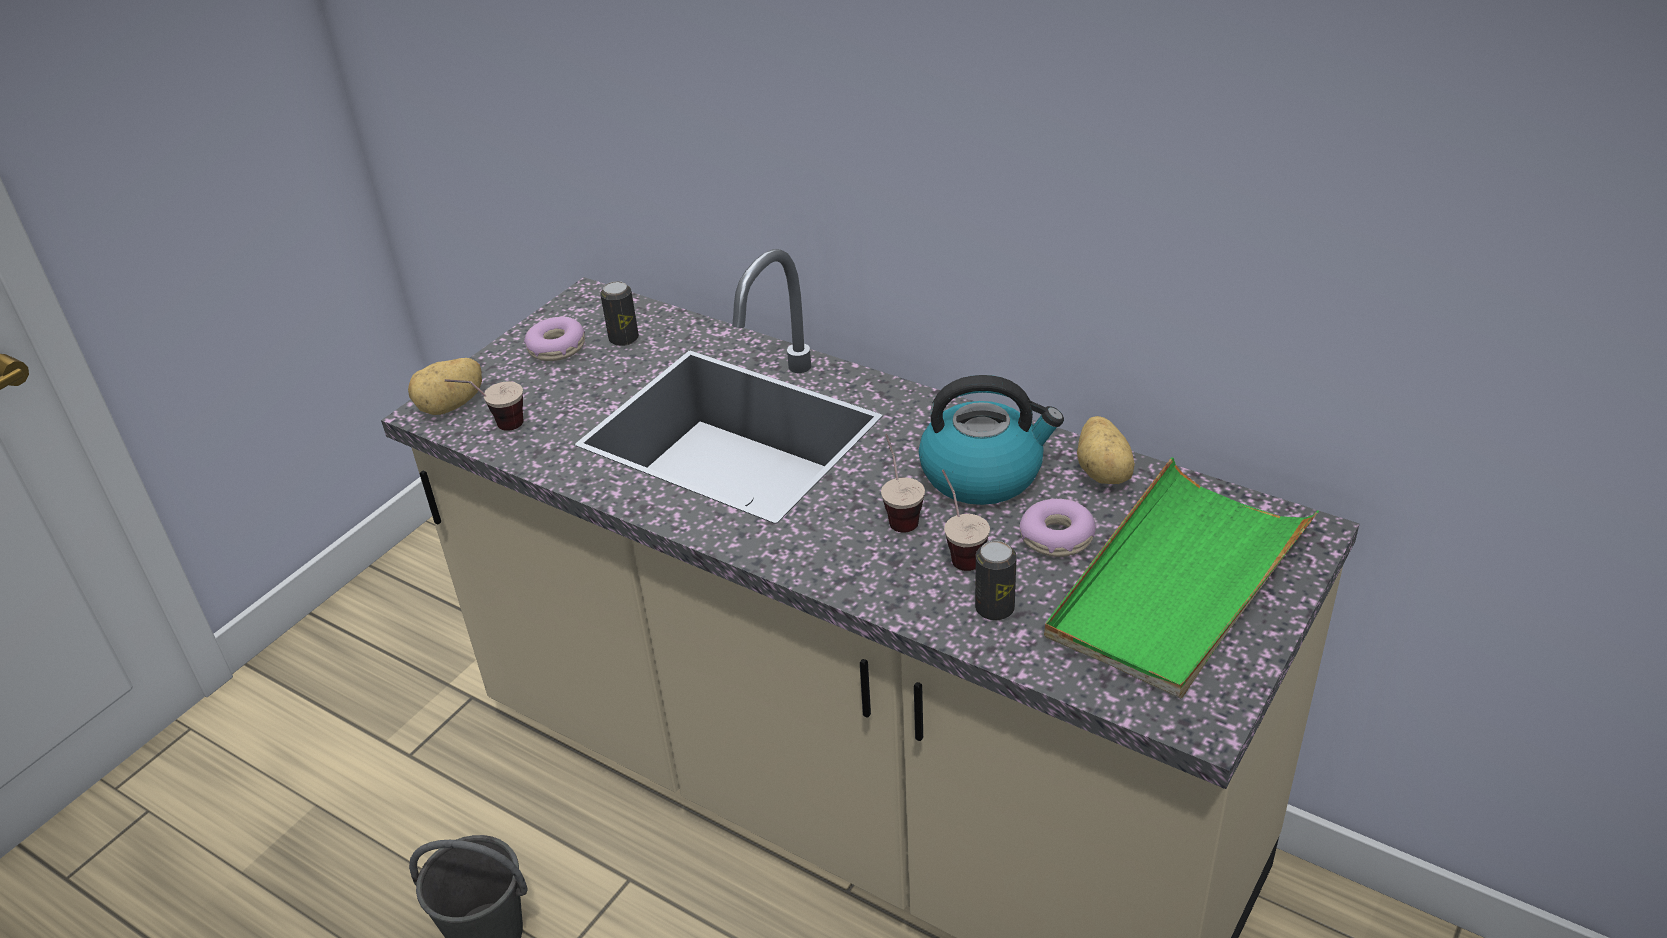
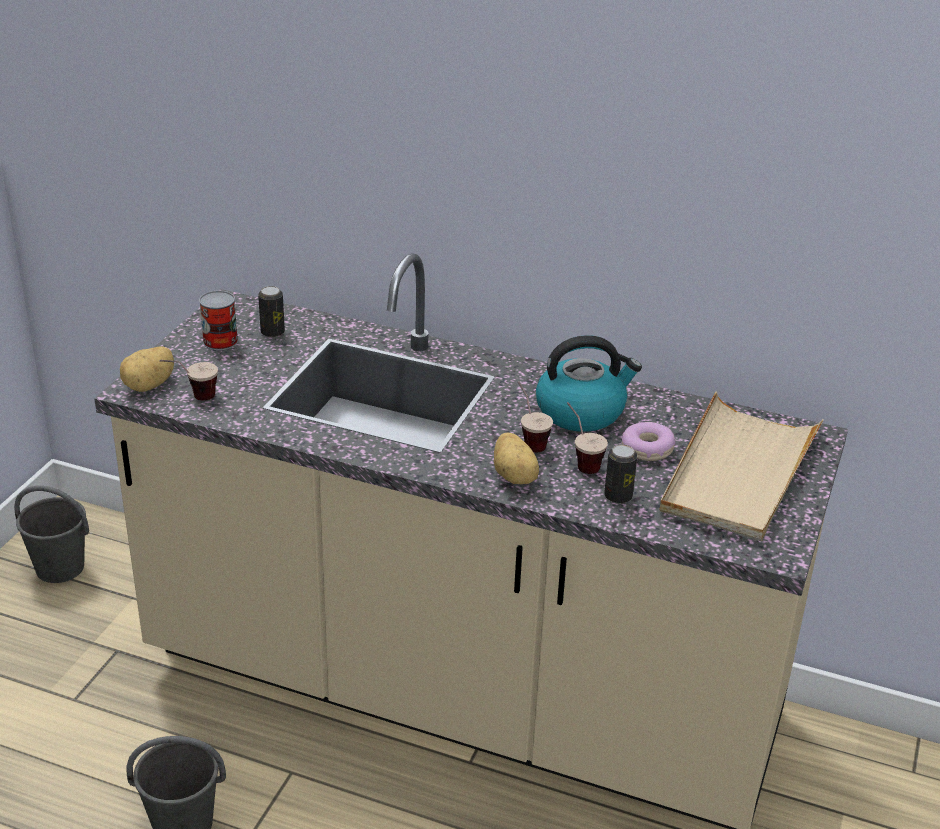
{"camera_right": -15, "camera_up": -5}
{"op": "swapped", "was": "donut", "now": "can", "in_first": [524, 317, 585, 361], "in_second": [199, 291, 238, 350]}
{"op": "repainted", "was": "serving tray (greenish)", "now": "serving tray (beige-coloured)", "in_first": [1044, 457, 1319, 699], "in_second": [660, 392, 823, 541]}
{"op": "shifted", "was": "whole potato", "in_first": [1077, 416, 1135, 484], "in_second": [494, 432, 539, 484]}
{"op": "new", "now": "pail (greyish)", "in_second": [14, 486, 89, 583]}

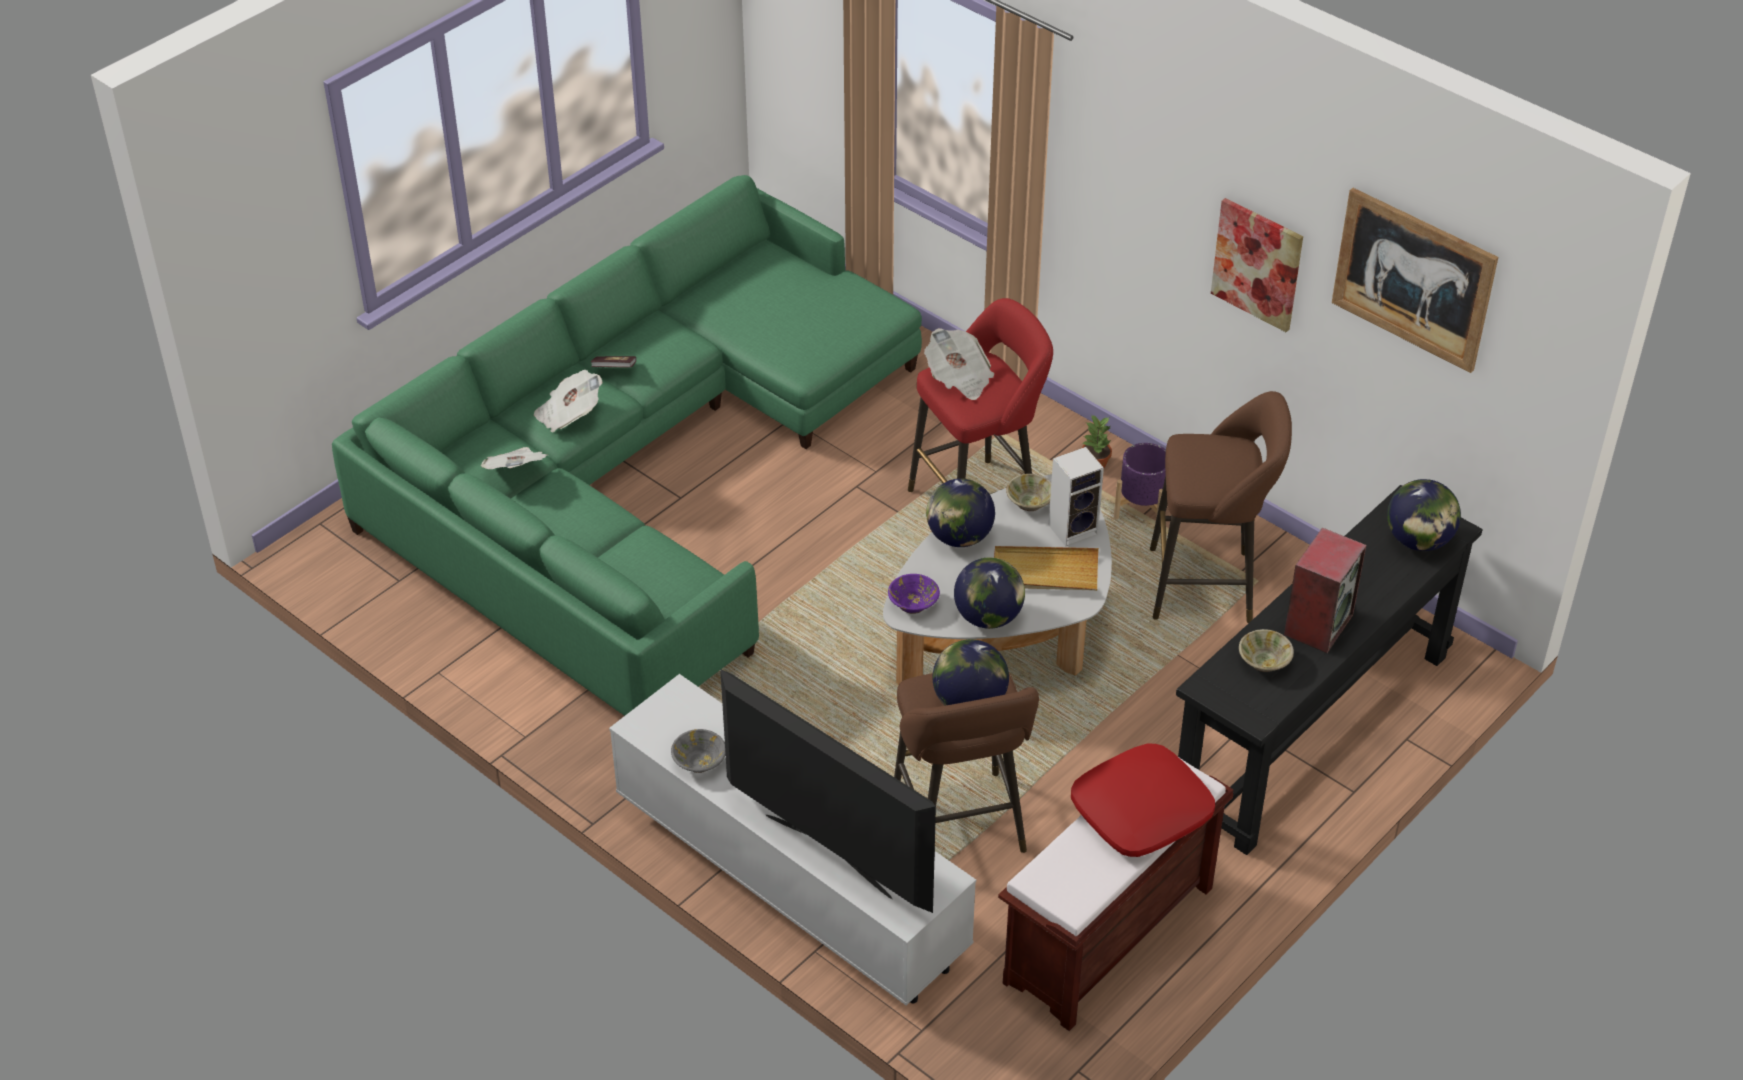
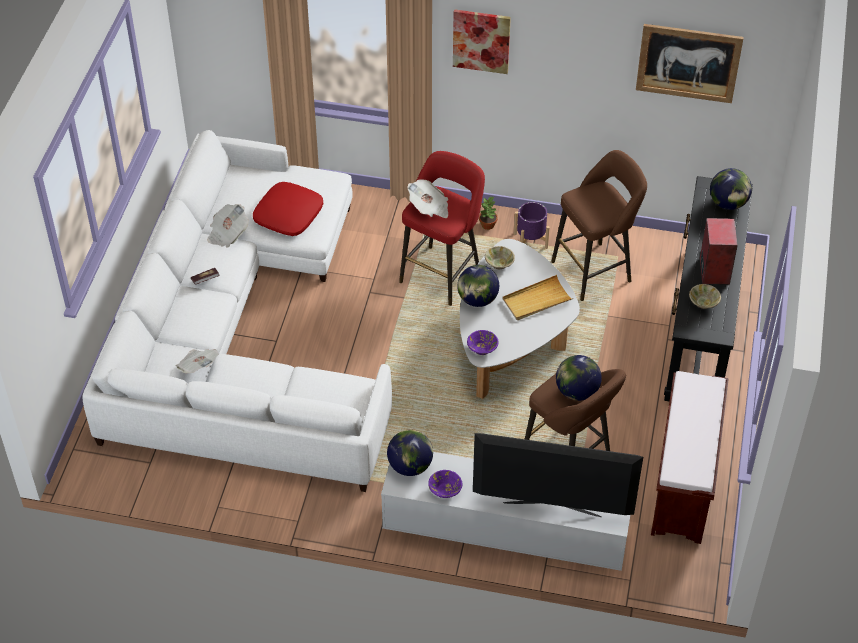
{"camera_right": -30, "camera_up": 5}
{"op": "repainted", "was": "sofa (greenish)", "now": "sofa (whitish)", "in_first": [332, 175, 922, 716], "in_second": [82, 130, 392, 492]}
{"op": "shifted", "was": "printed paper", "in_first": [534, 370, 603, 433], "in_second": [207, 204, 249, 248]}
{"op": "repainted", "was": "bowl (greyish)", "now": "bowl (purple)", "in_first": [671, 729, 726, 773], "in_second": [428, 470, 462, 498]}
{"op": "shifted", "was": "world globe", "in_first": [954, 557, 1025, 629], "in_second": [387, 430, 433, 476]}
{"op": "gone", "was": "audio speaker", "in_first": [1049, 447, 1104, 546]}
{"op": "shifted", "was": "pillow (reddish)", "in_first": [1071, 744, 1215, 857], "in_second": [253, 182, 323, 236]}
{"op": "shifted", "was": "picture", "in_first": [1211, 198, 1303, 332], "in_second": [453, 9, 511, 74]}

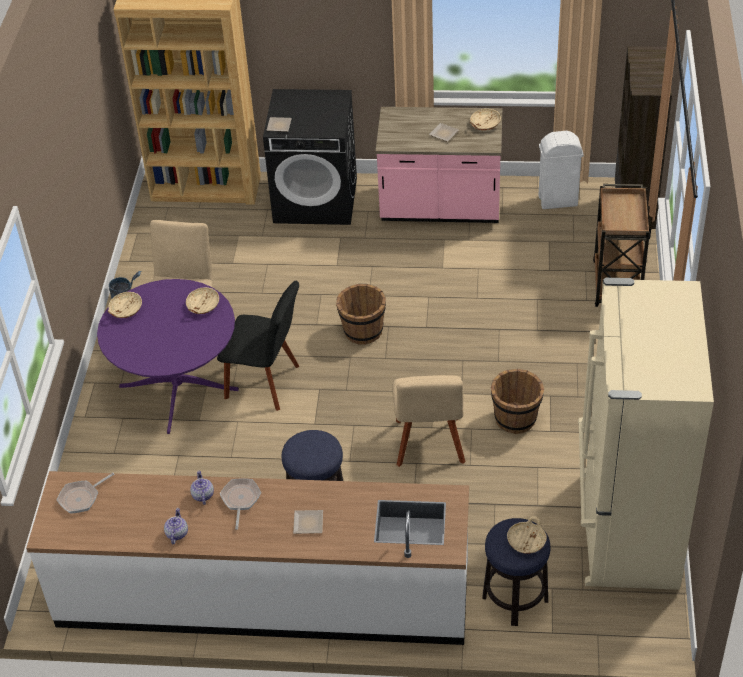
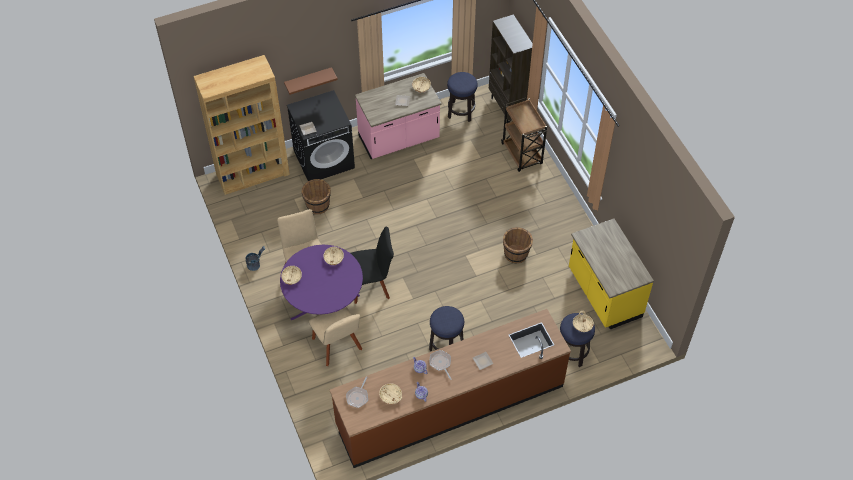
{"camera_right": -30, "camera_up": 10}
{"op": "repainted", "was": "counter (whitish)", "now": "counter (brown)", "in_first": [26, 471, 469, 645], "in_second": [330, 309, 571, 468]}
{"op": "shifted", "was": "pail (brown)", "in_first": [336, 284, 386, 345], "in_second": [302, 179, 331, 214]}
{"op": "shifted", "was": "upright chair (beige-coloured)", "in_first": [393, 375, 466, 467], "in_second": [309, 307, 362, 366]}
{"op": "swapped", "was": "waste bin (whitish)", "now": "stool", "in_first": [539, 131, 584, 209], "in_second": [447, 72, 477, 122]}
{"op": "swapped", "was": "fridge (beige-coloured)", "now": "counter (yellowish)", "in_first": [578, 278, 714, 590], "in_second": [569, 219, 654, 329]}
{"op": "new", "now": "bracket shelf (brown)", "in_second": [284, 67, 338, 95]}
{"op": "new", "now": "bowl (beige-coloured)", "in_second": [379, 383, 402, 404]}

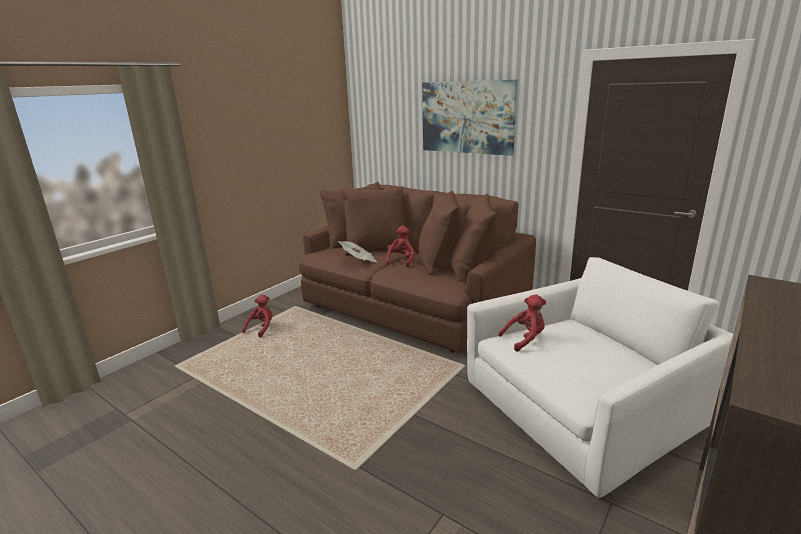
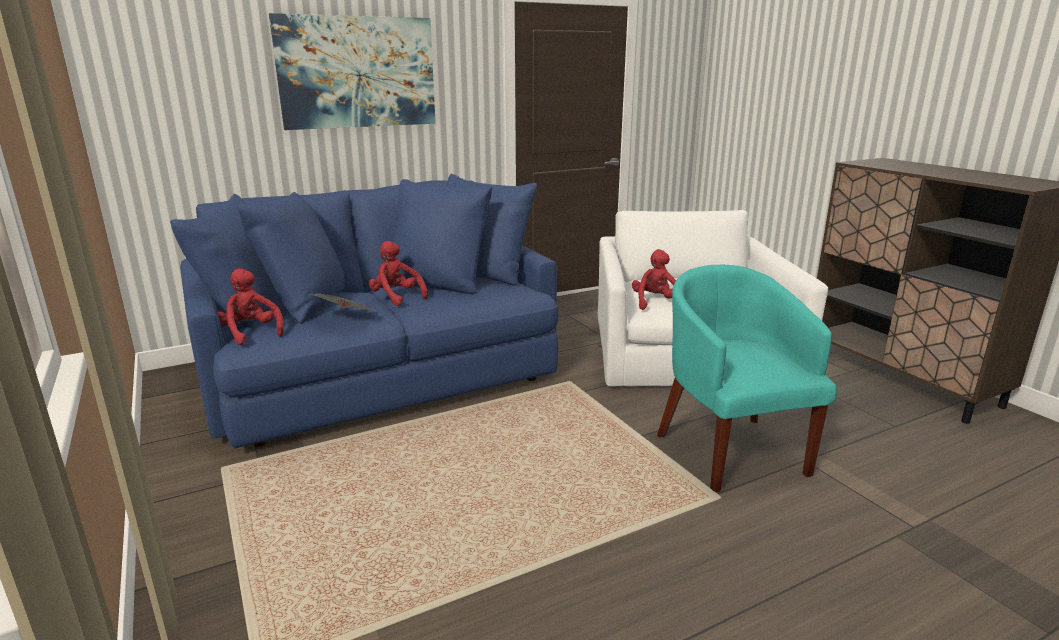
{"camera_right": -65, "camera_up": 0}
{"op": "shifted", "was": "cuddly toy (reddish)", "in_first": [242, 295, 273, 337], "in_second": [217, 268, 284, 345]}
{"op": "repainted", "was": "sofa (brown)", "now": "sofa (bluish)", "in_first": [299, 182, 536, 353], "in_second": [170, 174, 558, 448]}
{"op": "new", "now": "lounge chair (turquoise-coloured)", "in_second": [657, 265, 837, 492]}

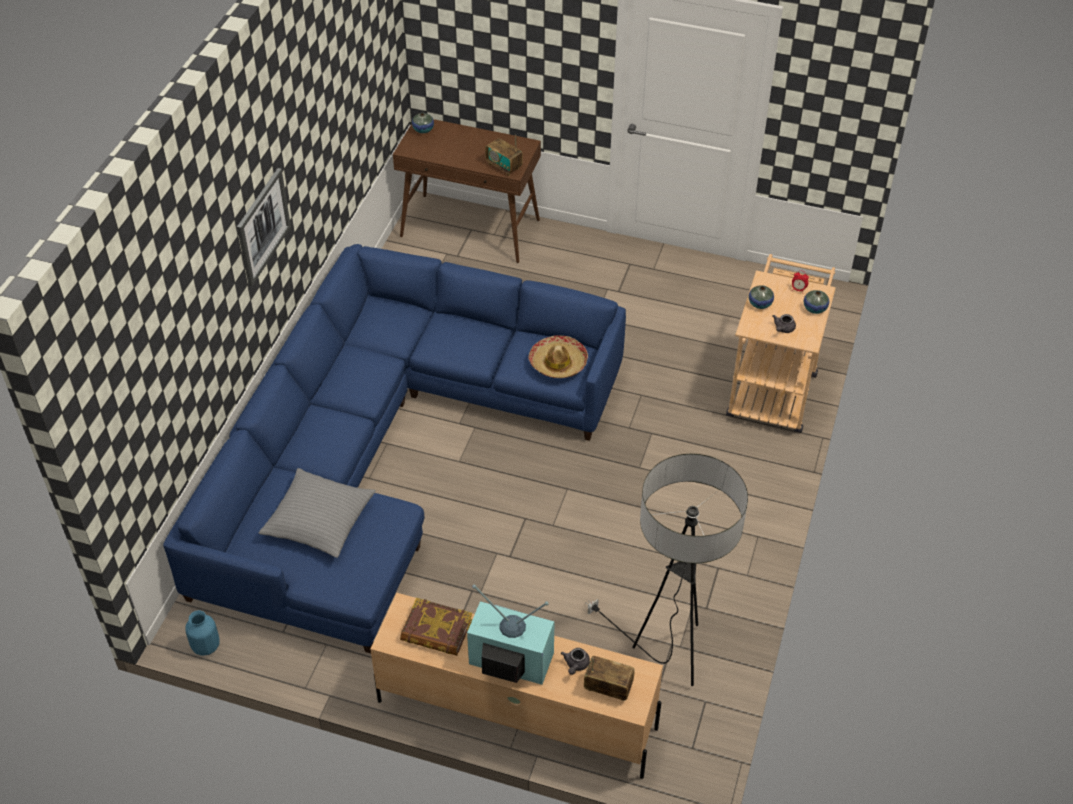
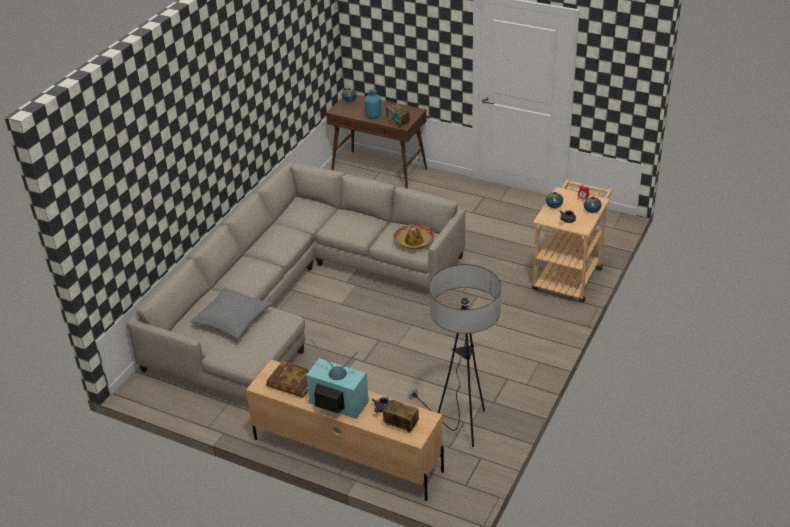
{"camera_right": 10, "camera_up": -10}
{"op": "repainted", "was": "sofa (bluish)", "now": "sofa (beige-coloured)", "in_first": [163, 244, 626, 653], "in_second": [126, 162, 465, 402]}
{"op": "shifted", "was": "flower vase (bluish)", "in_first": [186, 610, 219, 656], "in_second": [365, 89, 381, 119]}
{"op": "gone", "was": "picture", "in_first": [237, 168, 291, 286]}

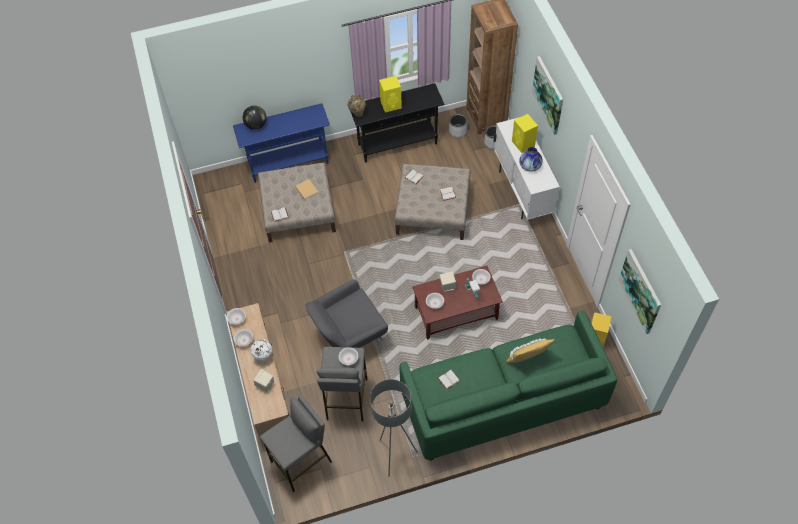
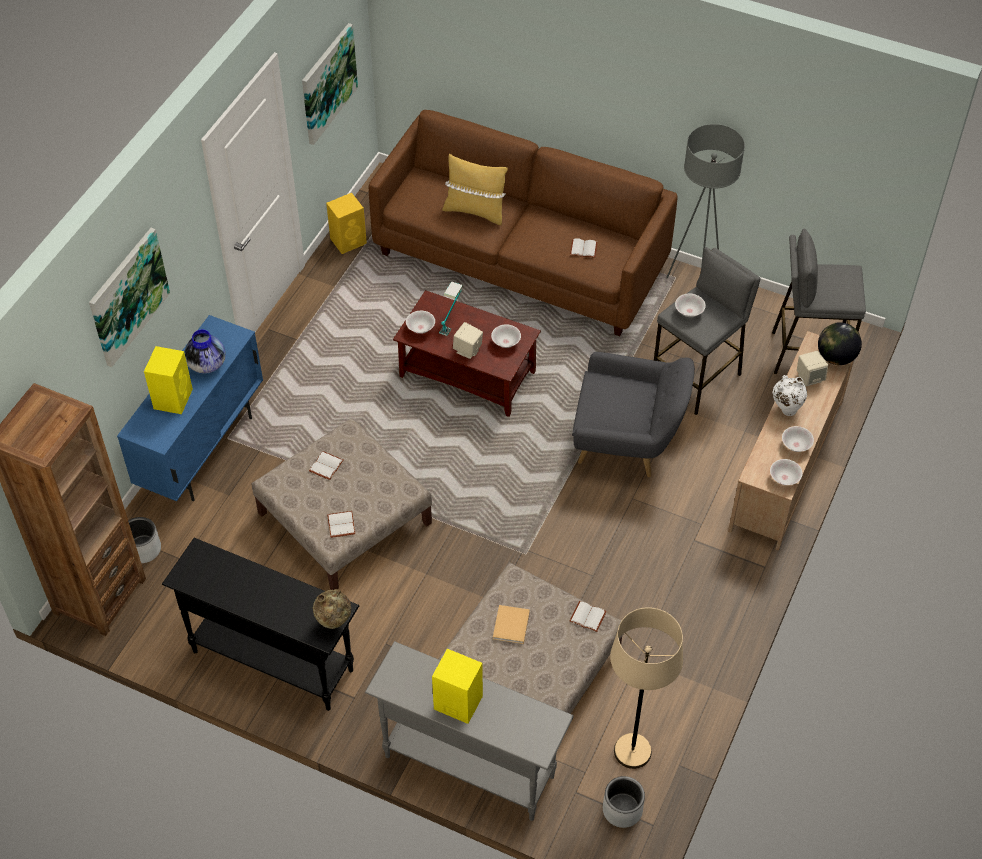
{"camera_right": -140, "camera_up": -5}
{"op": "repainted", "was": "hall table (bluish)", "now": "hall table (greyish)", "in_first": [233, 103, 330, 183], "in_second": [365, 641, 574, 821]}
{"op": "shifted", "was": "world globe", "in_first": [243, 106, 267, 130], "in_second": [818, 322, 862, 365]}
{"op": "shifted", "was": "audio speaker (yellowish)", "in_first": [379, 76, 402, 112], "in_second": [432, 649, 483, 724]}
{"op": "repainted", "was": "sofa (greenish)", "now": "sofa (brown)", "in_first": [400, 311, 617, 461], "in_second": [369, 110, 678, 336]}
{"op": "shifted", "was": "flower pot (greyish)", "in_first": [449, 114, 467, 137], "in_second": [603, 776, 645, 828]}
{"op": "repainted", "was": "cupboard (whitish)", "now": "cupboard (bluish)", "in_first": [494, 117, 560, 220], "in_second": [117, 315, 263, 501]}
{"op": "new", "now": "standard lamp (beige-coloured)", "in_second": [610, 607, 683, 769]}

